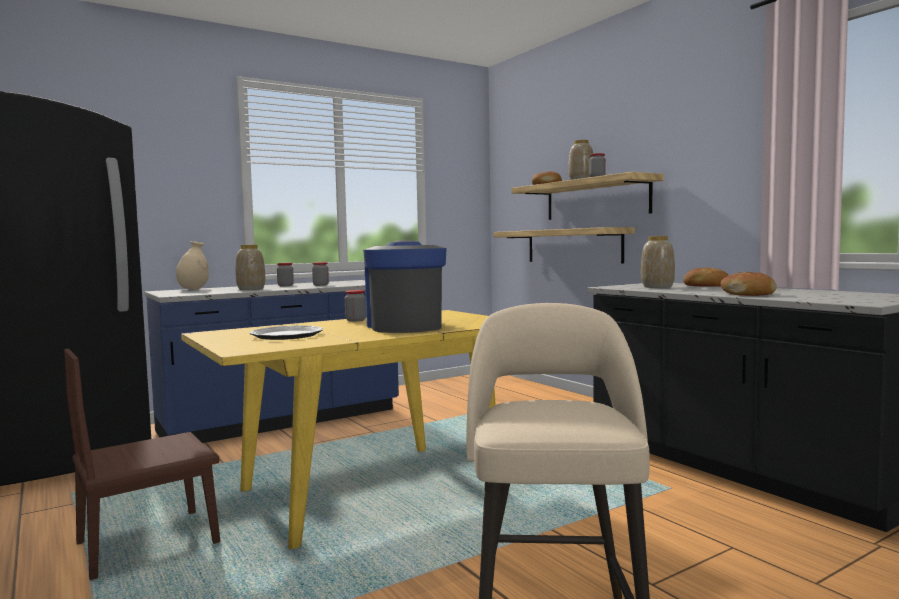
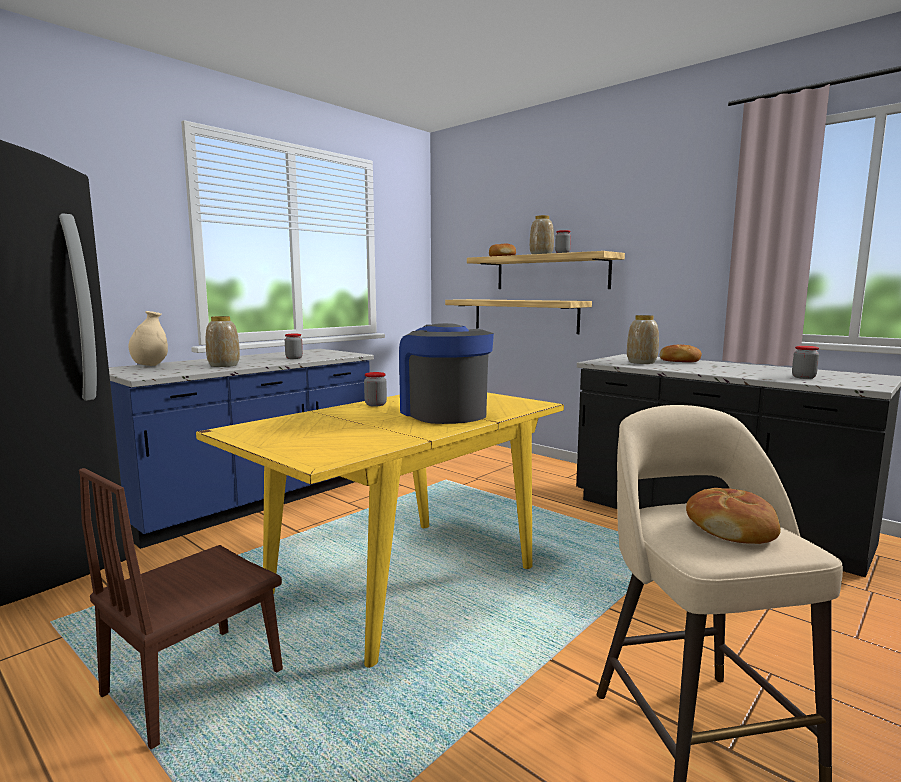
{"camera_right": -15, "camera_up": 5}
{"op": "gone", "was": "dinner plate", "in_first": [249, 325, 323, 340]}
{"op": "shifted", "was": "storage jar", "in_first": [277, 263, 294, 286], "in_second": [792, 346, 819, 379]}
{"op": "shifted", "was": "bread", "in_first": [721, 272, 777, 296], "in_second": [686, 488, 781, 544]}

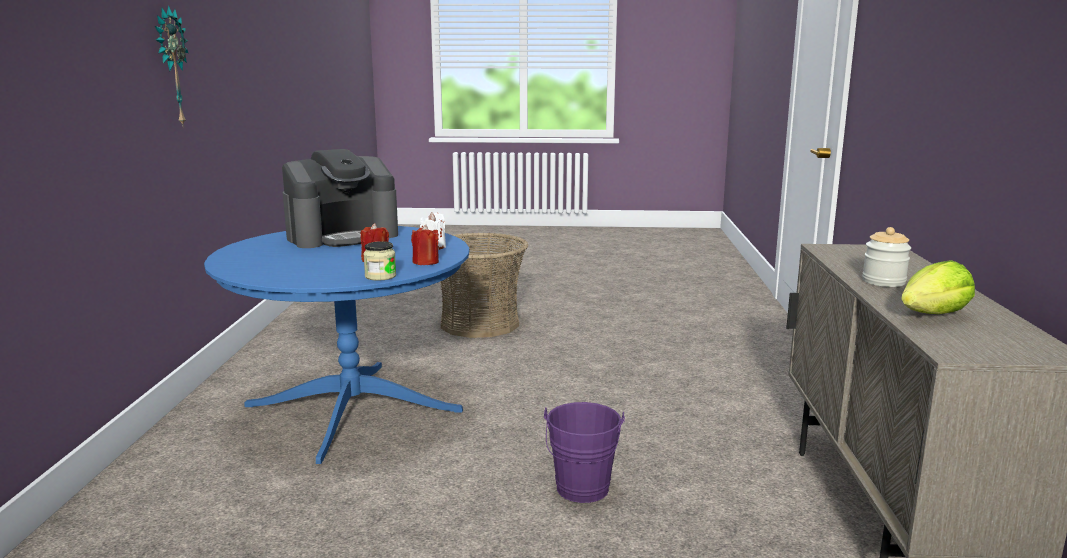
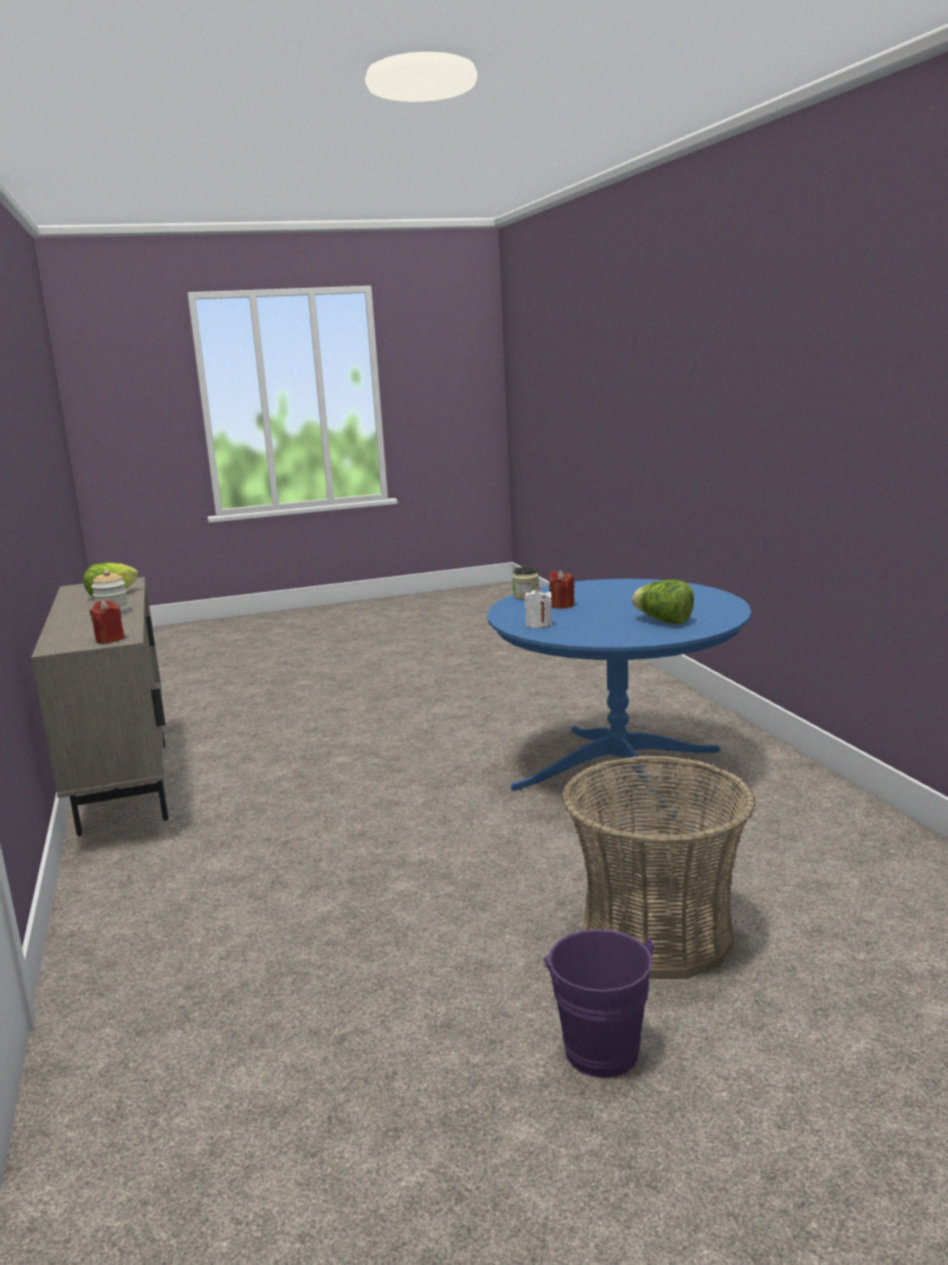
{"camera_right": 160, "camera_up": 0}
{"op": "gone", "was": "wall clock", "in_first": [155, 5, 188, 126]}
{"op": "swapped", "was": "coffee machine", "now": "head of lettuce", "in_first": [282, 149, 398, 248], "in_second": [632, 579, 694, 624]}
{"op": "shifted", "was": "candle (reddish)", "in_first": [411, 225, 439, 265], "in_second": [89, 600, 125, 643]}
{"op": "shifted", "was": "pail (purple)", "in_first": [544, 402, 625, 503], "in_second": [543, 929, 654, 1078]}

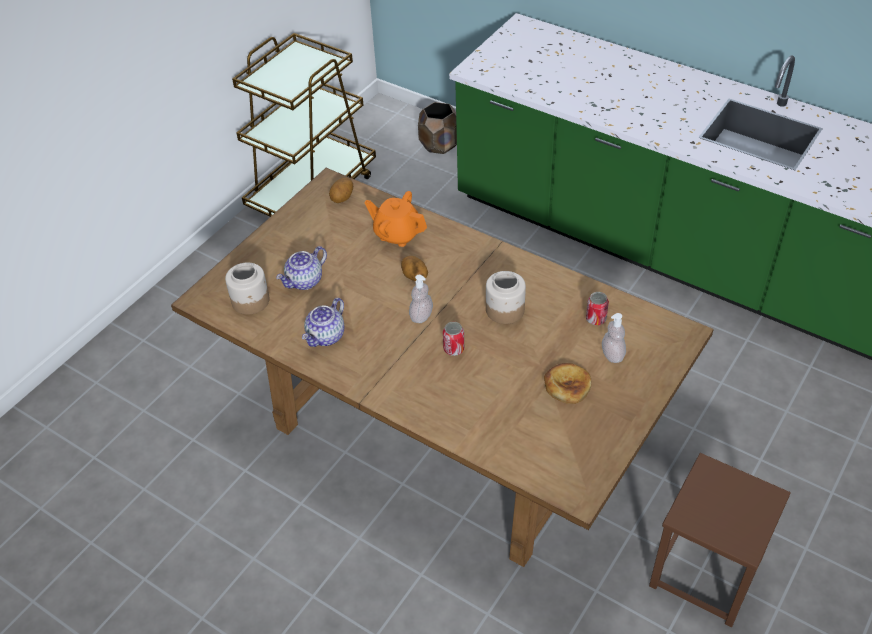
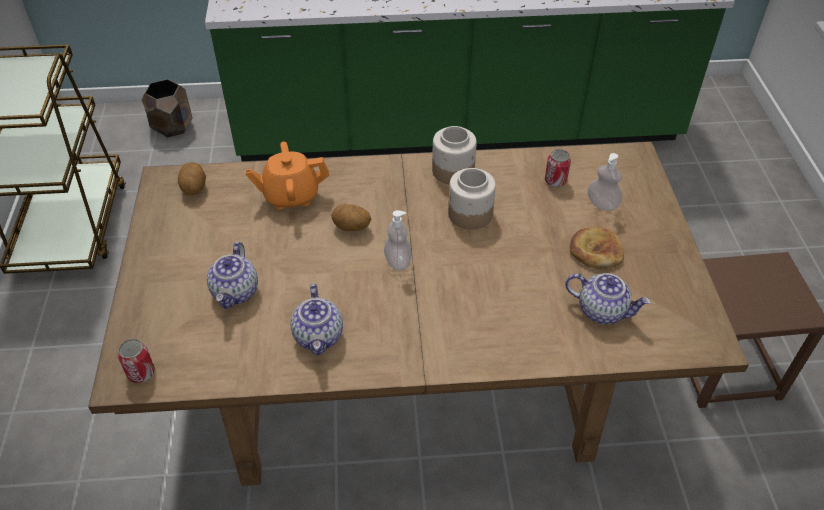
{"camera_right": -40, "camera_up": 0}
{"op": "shifted", "was": "storage jar", "in_first": [225, 262, 270, 315], "in_second": [432, 126, 477, 184]}
{"op": "shifted", "was": "can", "in_first": [443, 322, 464, 356], "in_second": [118, 339, 155, 383]}
{"op": "new", "now": "pot for tea", "in_second": [565, 273, 651, 324]}

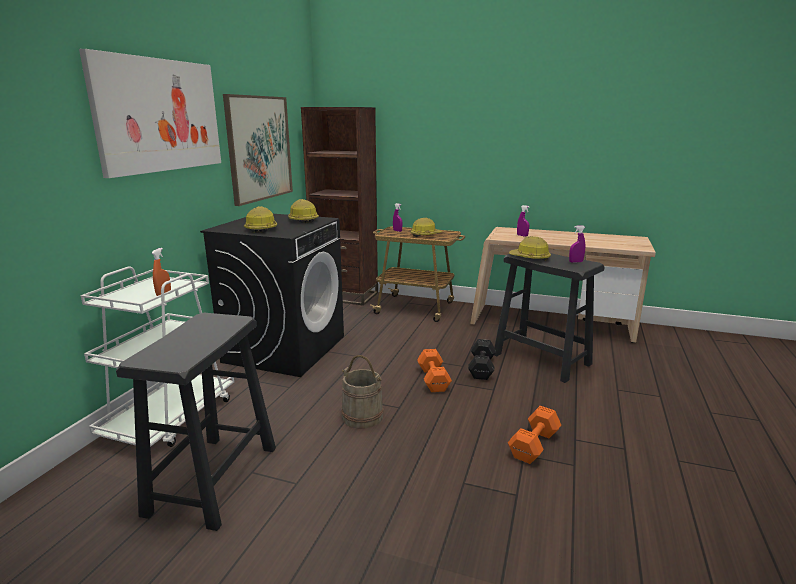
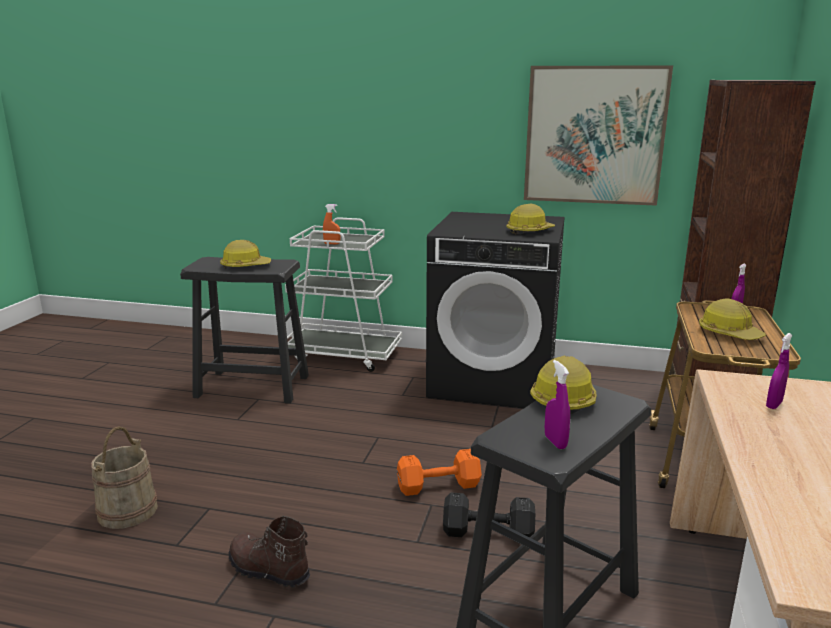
{"camera_right": 85, "camera_up": 0}
{"op": "gone", "was": "picture", "in_first": [79, 49, 221, 178]}
{"op": "shifted", "was": "hard hat", "in_first": [244, 206, 277, 233], "in_second": [220, 240, 271, 269]}
{"op": "shifted", "was": "pail (beige-coloured)", "in_first": [341, 355, 384, 429], "in_second": [91, 426, 158, 529]}
{"op": "swapped", "was": "hand weight (orange-coloured)", "now": "boot (brown)", "in_first": [508, 406, 561, 464], "in_second": [229, 516, 310, 588]}

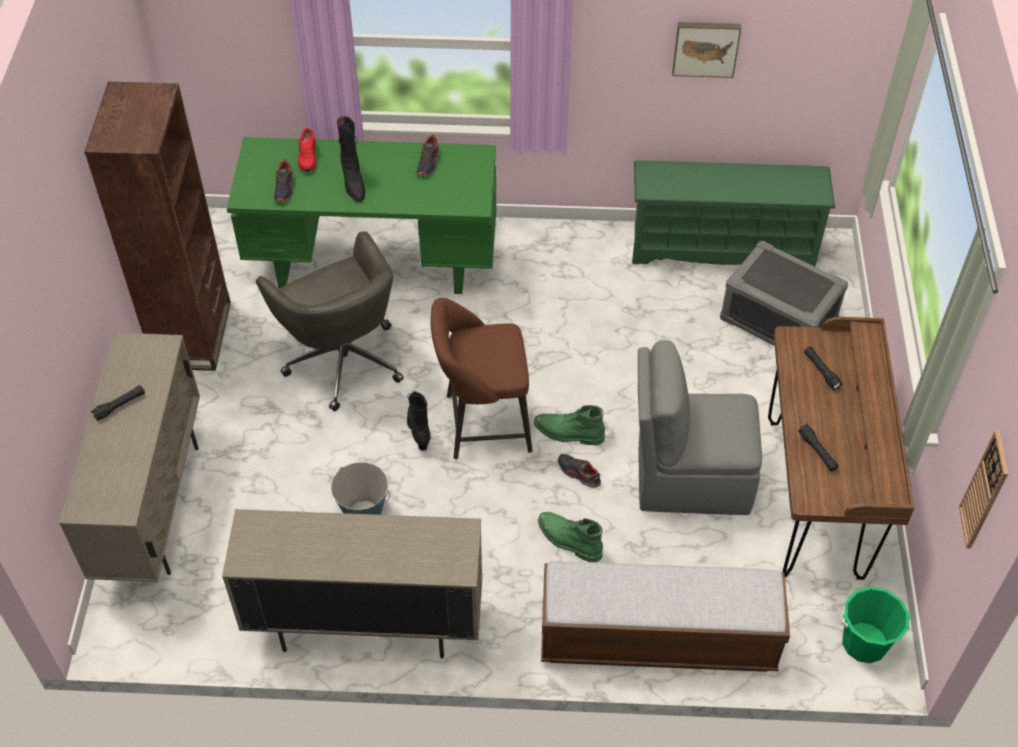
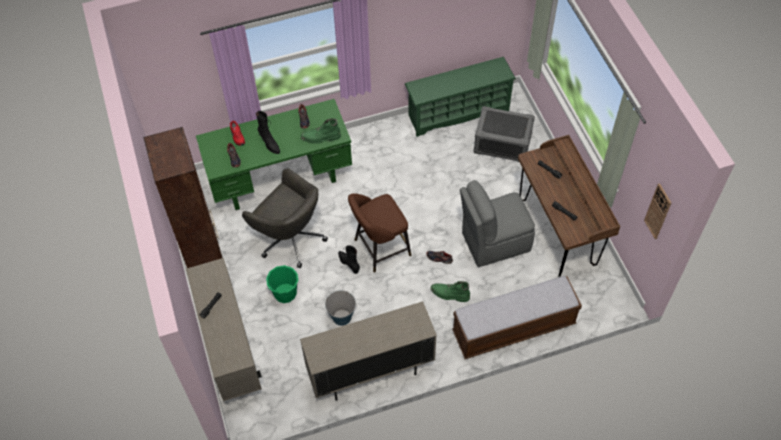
{"camera_right": -20, "camera_up": 5}
{"op": "shifted", "was": "boot (greenish)", "in_first": [534, 405, 605, 445], "in_second": [301, 118, 341, 144]}
{"op": "gone", "was": "picture", "in_first": [672, 22, 741, 78]}
{"op": "shifted", "was": "pail (greenish)", "in_first": [840, 587, 909, 663], "in_second": [266, 265, 298, 303]}

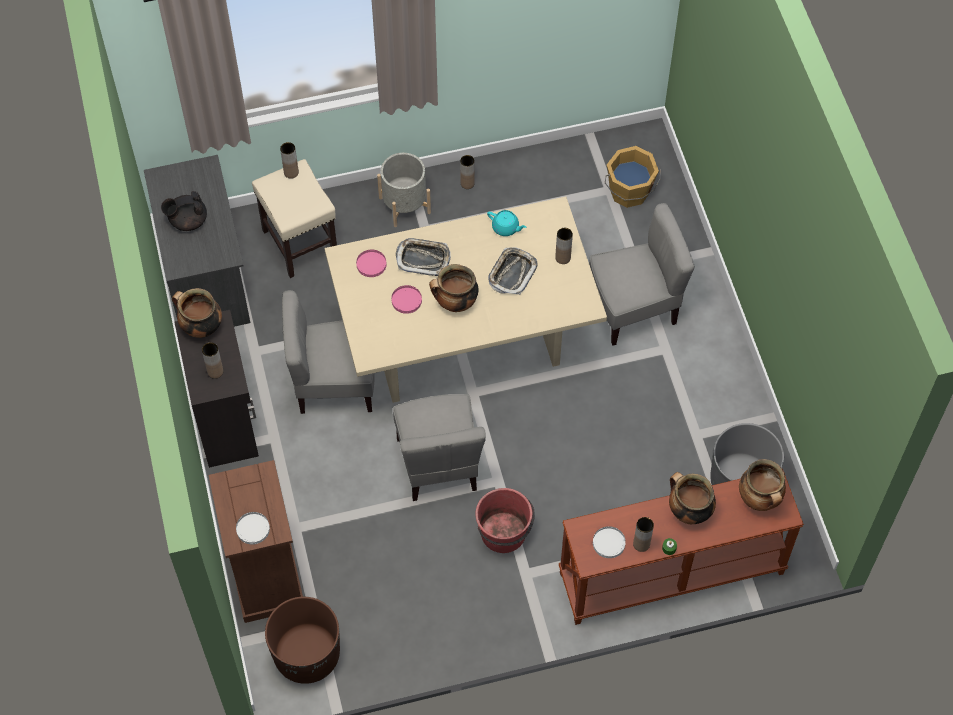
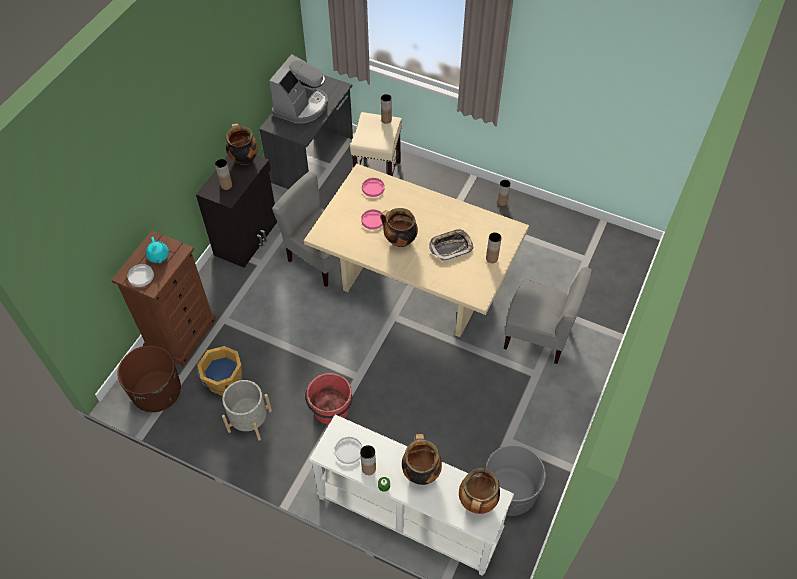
{"camera_right": 40, "camera_up": -5}
{"op": "swapped", "was": "pot for tea (black)", "now": "coffee machine", "in_first": [161, 191, 207, 231], "in_second": [269, 54, 328, 123]}
{"op": "shifted", "was": "flower pot (greyish)", "in_first": [377, 153, 431, 227], "in_second": [222, 380, 272, 441]}
{"op": "gone", "was": "upright chair (greyish)", "in_first": [393, 394, 486, 501]}
{"op": "gone", "was": "serving tray", "in_first": [396, 238, 451, 276]}
{"op": "shifted", "was": "pot for tea (turquoise-coloured)", "in_first": [487, 210, 526, 236], "in_second": [146, 237, 169, 263]}
{"op": "repainted", "was": "hall table (brown)", "now": "hall table (whitish)", "in_first": [559, 469, 804, 625], "in_second": [309, 415, 514, 576]}
{"op": "shifted", "was": "pail (orange-coloured)", "in_first": [605, 146, 661, 208], "in_second": [197, 346, 242, 396]}

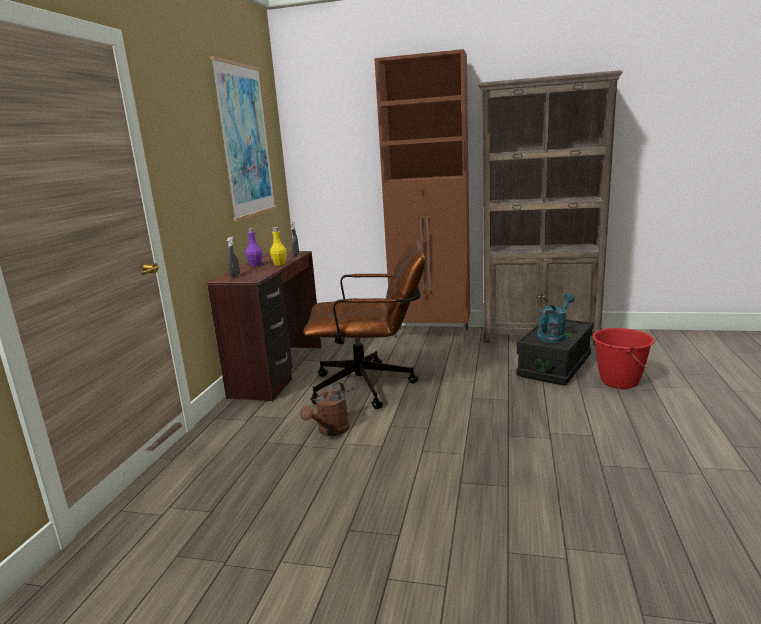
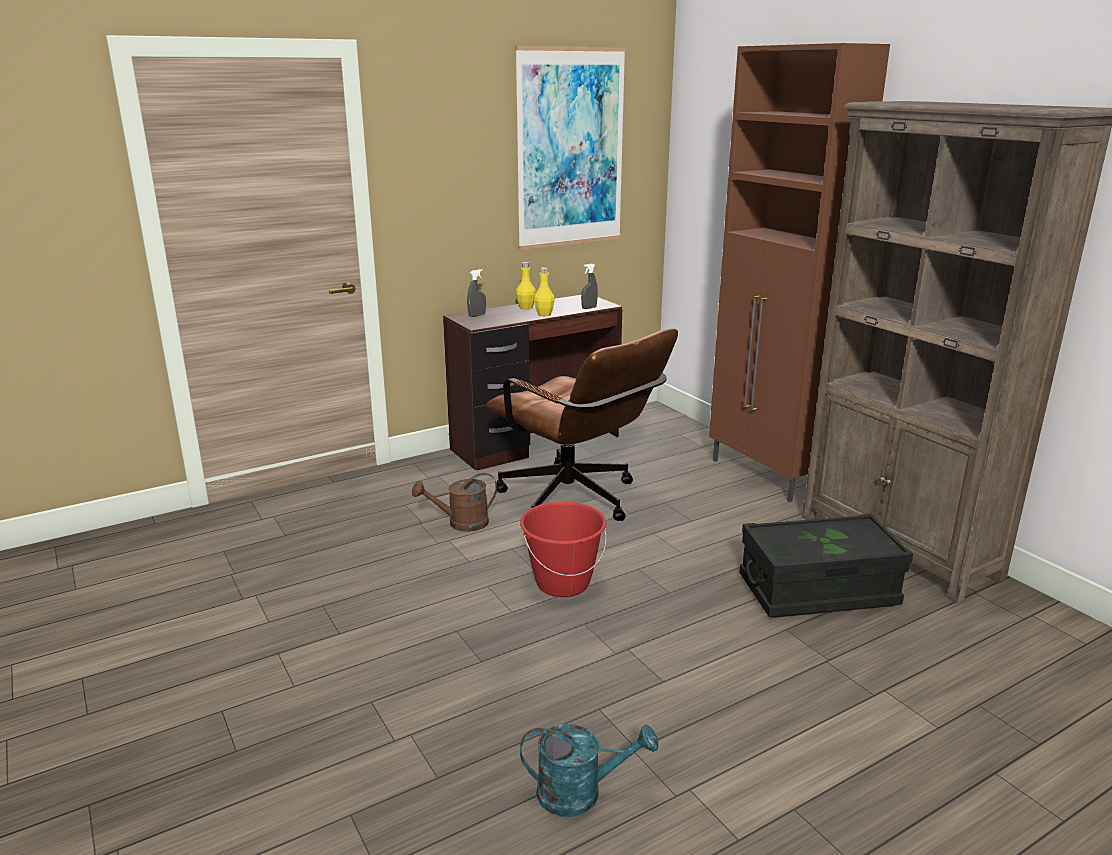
{"camera_right": 45, "camera_up": 5}
{"op": "repainted", "was": "drink bottle (purple)", "now": "drink bottle (yellowish)", "in_first": [245, 228, 263, 266], "in_second": [516, 262, 536, 310]}
{"op": "shifted", "was": "watering pot (turquoise-coloured)", "in_first": [537, 293, 575, 343], "in_second": [520, 724, 658, 817]}
{"op": "shifted", "was": "pail (reddish)", "in_first": [592, 328, 655, 389], "in_second": [520, 501, 606, 597]}

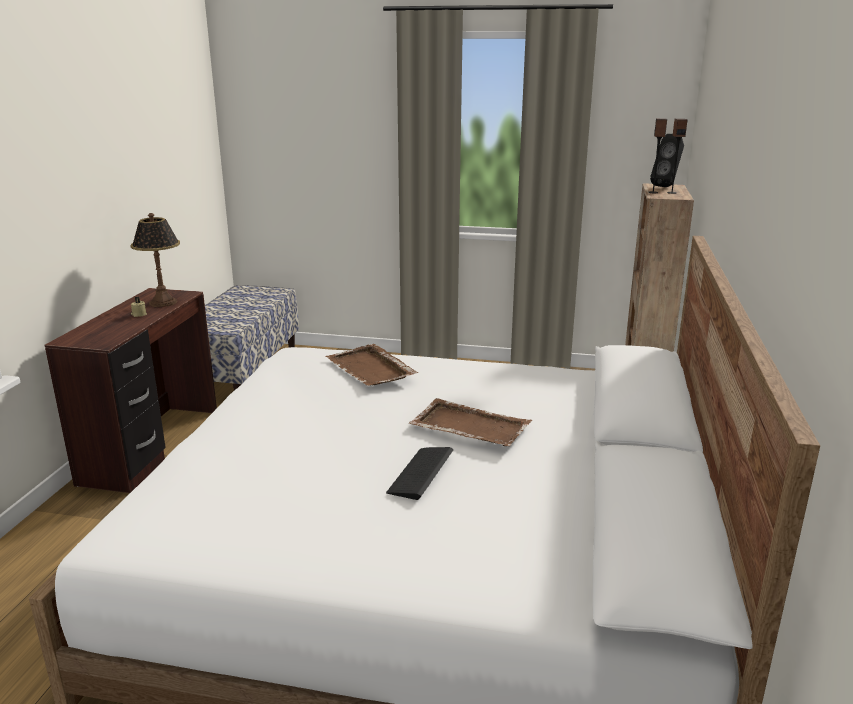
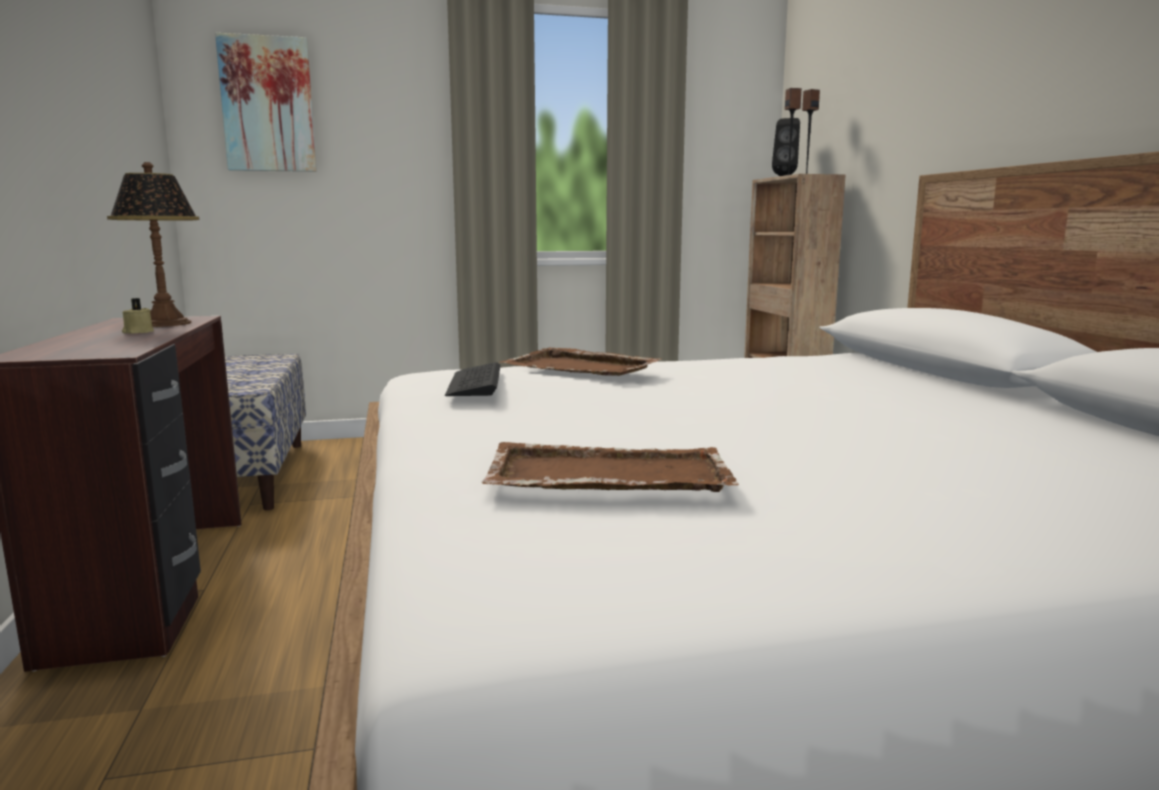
{"camera_right": -25, "camera_up": -10}
{"op": "shifted", "was": "keyboard", "in_first": [386, 447, 453, 500], "in_second": [445, 362, 501, 396]}
{"op": "shifted", "was": "serving tray (brown)", "in_first": [409, 398, 532, 446], "in_second": [482, 442, 739, 492]}
{"op": "new", "now": "picture", "in_second": [215, 33, 317, 172]}

